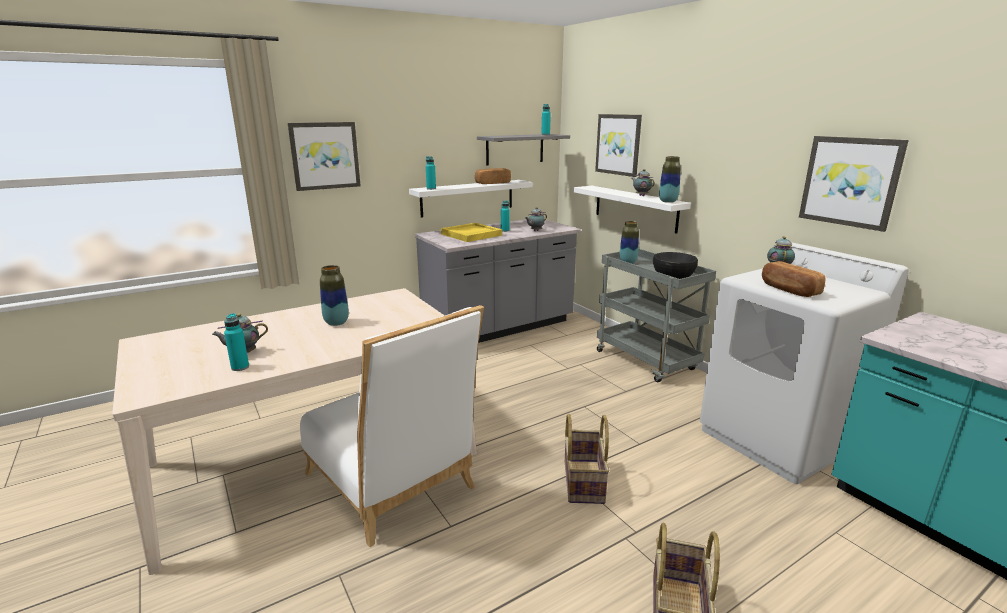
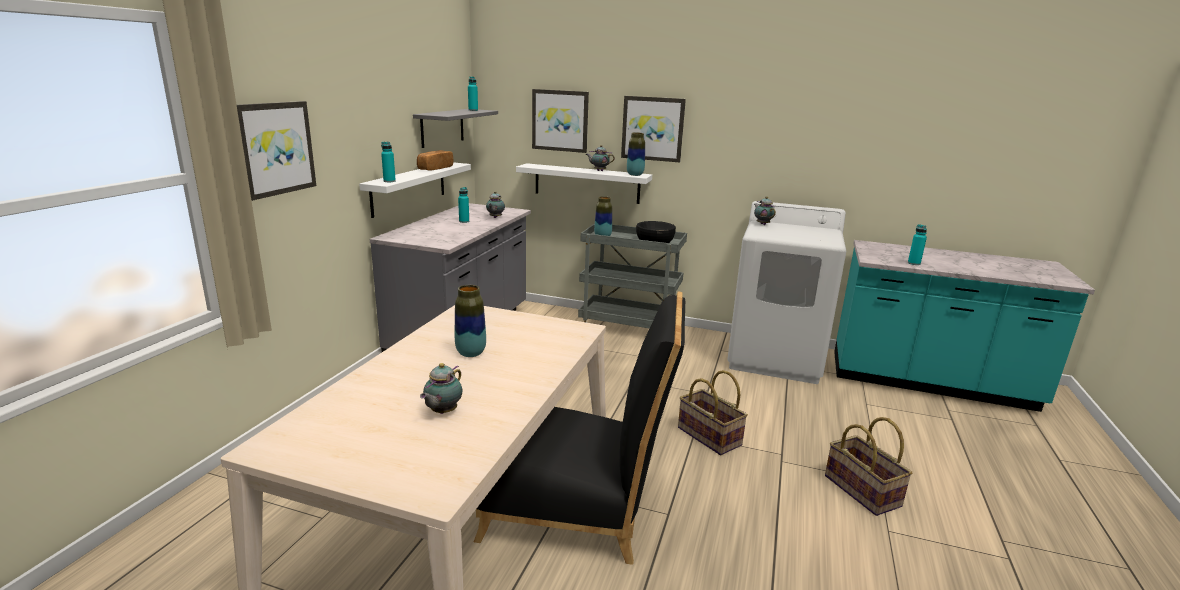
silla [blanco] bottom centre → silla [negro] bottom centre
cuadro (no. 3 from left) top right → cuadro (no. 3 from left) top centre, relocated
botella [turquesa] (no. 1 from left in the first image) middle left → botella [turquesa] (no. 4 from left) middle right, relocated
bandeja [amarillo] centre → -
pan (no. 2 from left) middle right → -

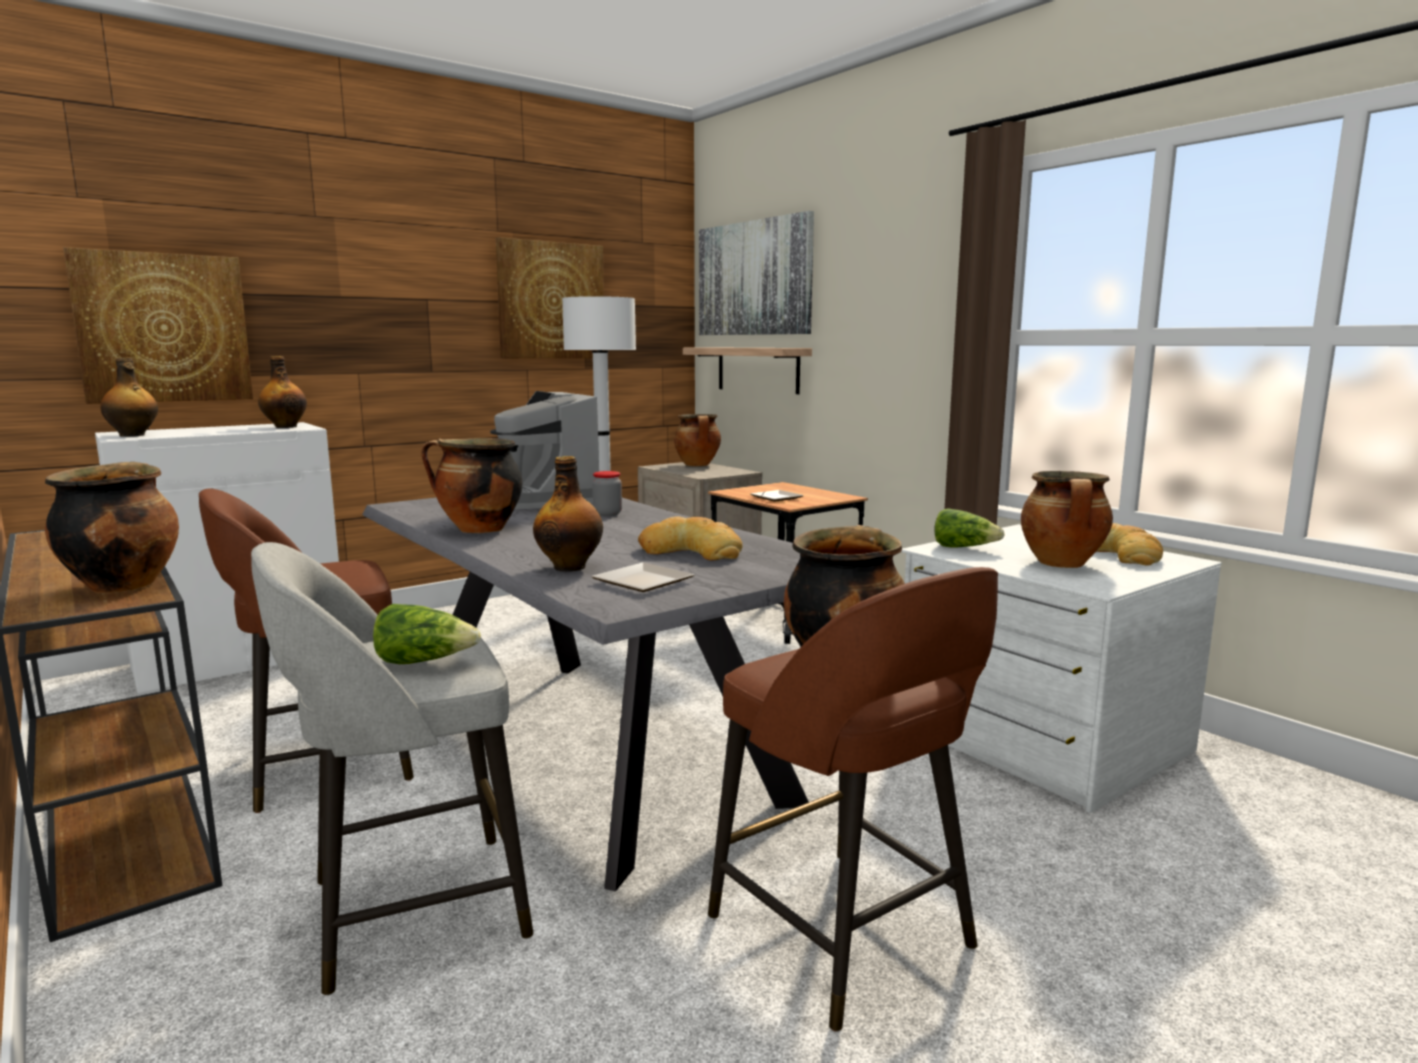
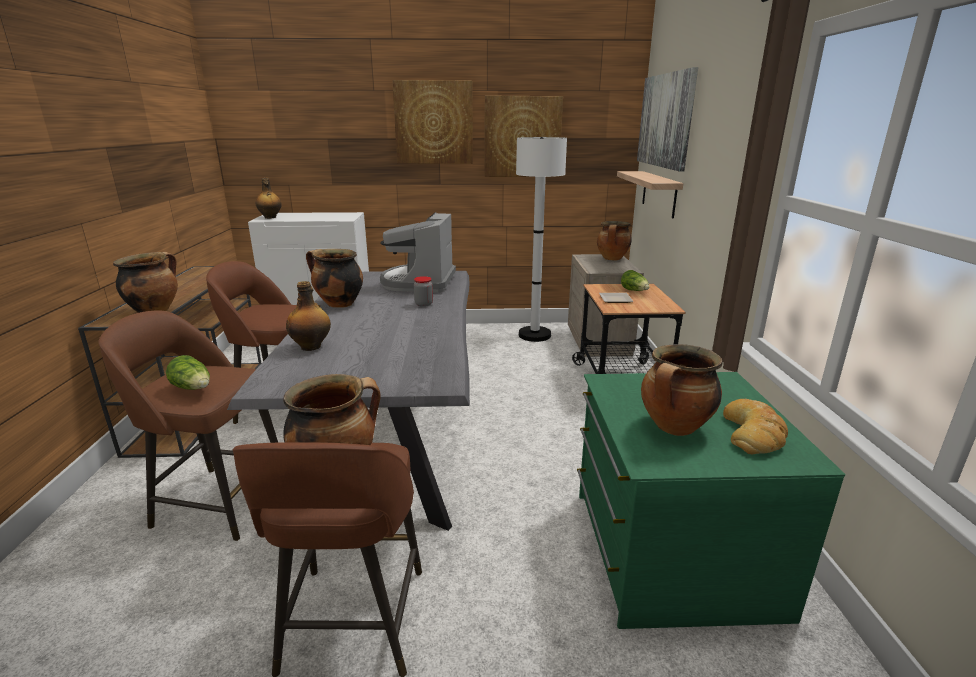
taburete [gris] bottom left → taburete [marrón] (no. 1 from left) middle left
cuadro (no. 1 from left) top left → cuadro (no. 1 from left) top centre, relocated
cómoda [blanco] middle right → cómoda [verde] bottom right
lechuga (no. 2 from left) middle right → lechuga (no. 2 from left) centre, relocated
botella (no. 2 from left) middle left → -
plato (no. 1 from left) centre → -
pan (no. 1 from left) centre → -

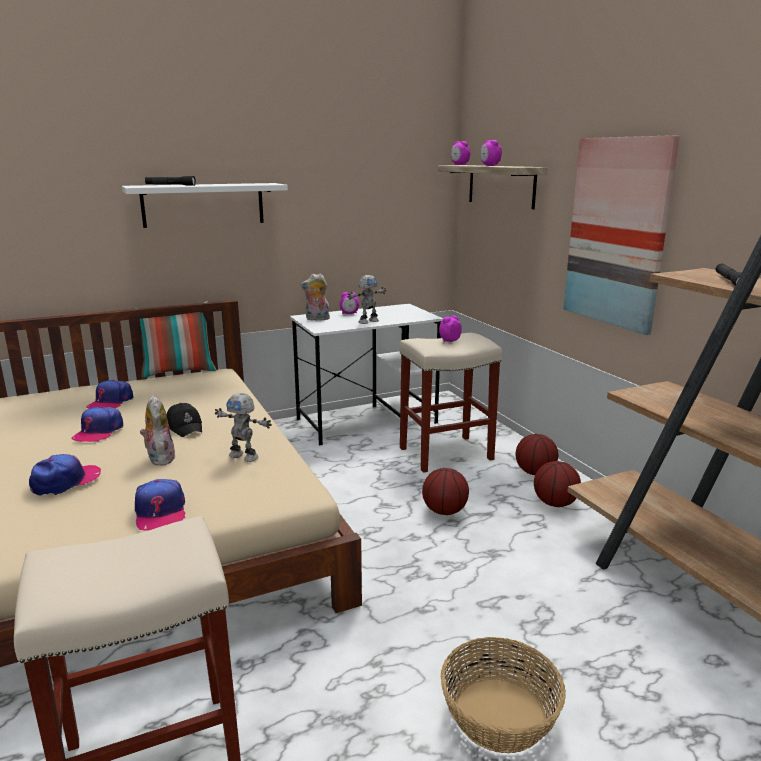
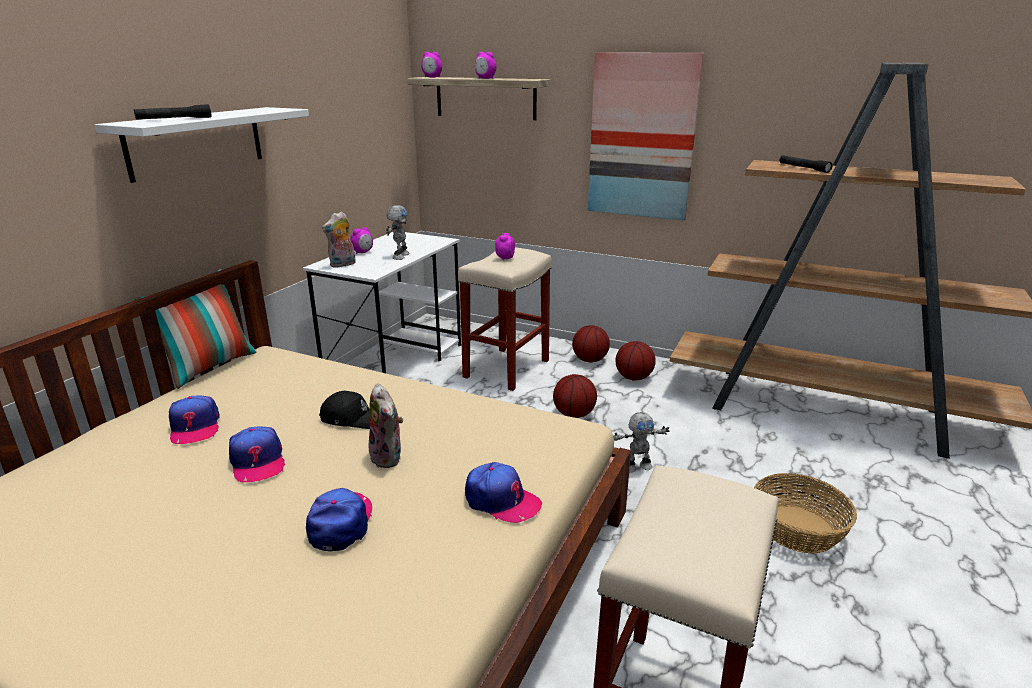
peluche (no. 1 from left in the first image) middle left → peluche (no. 2 from left) centre, 150 degrees counterclockwise
robot de juguete (no. 1 from left in the first image) middle left → robot de juguete (no. 2 from left) centre, relocated

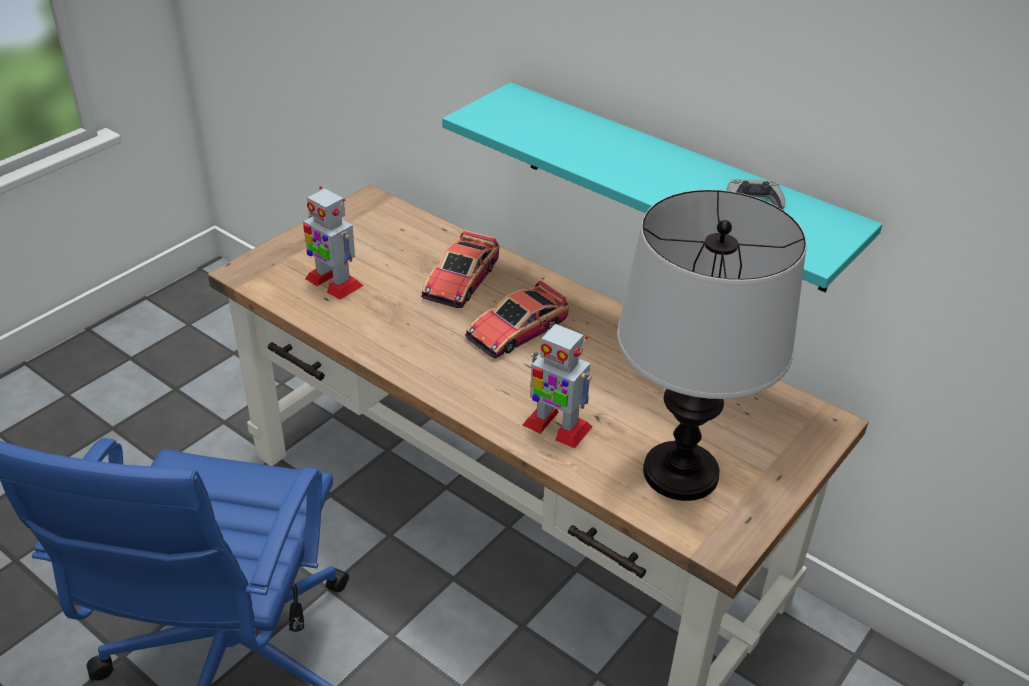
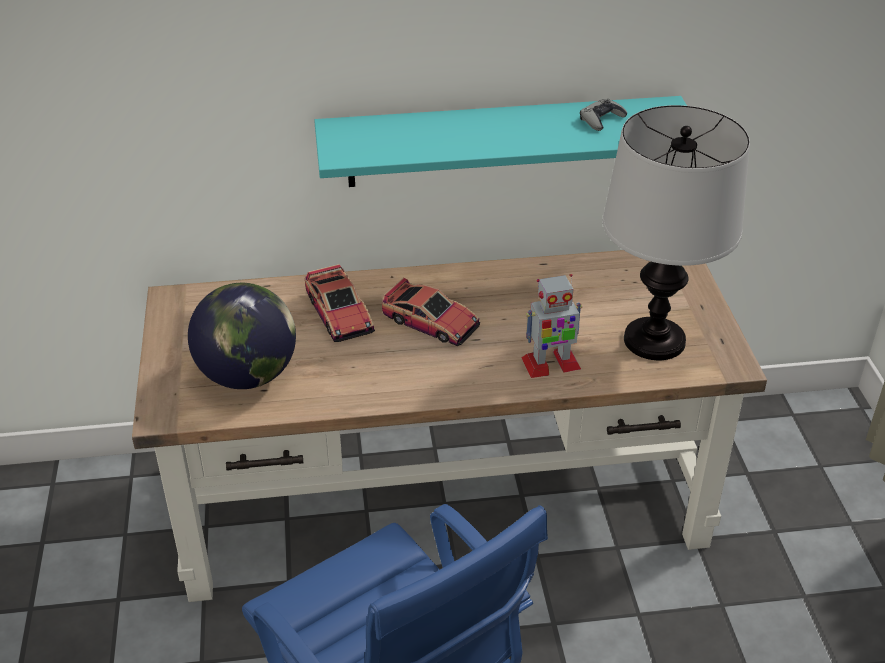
robot de juguete (no. 1 from left) middle left → globo terráqueo middle left
coche de juguete (no. 2 from left) centre, 60 degrees counterclockwise

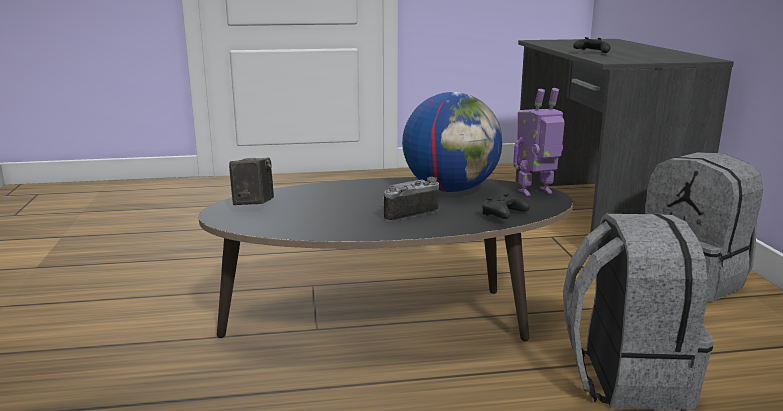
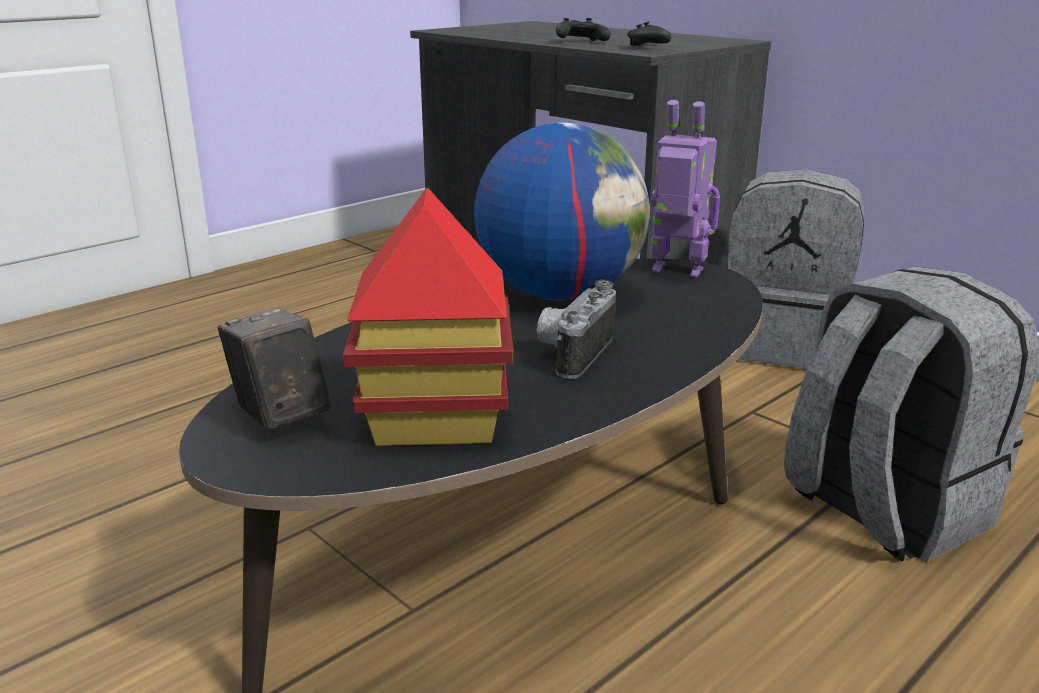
- → casita centre
mando de consola [negro] (no. 1 from left in the first image) centre → mando de consola [negro] (no. 2 from left) top centre, relocated
robot de juguete middle right → robot de juguete top centre, 75 degrees clockwise

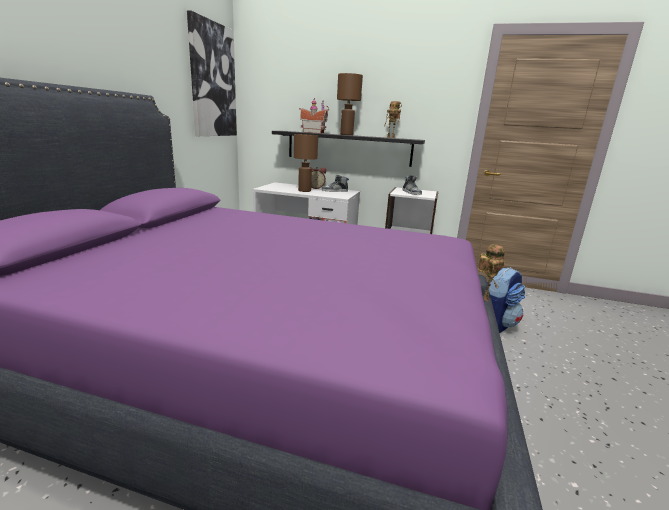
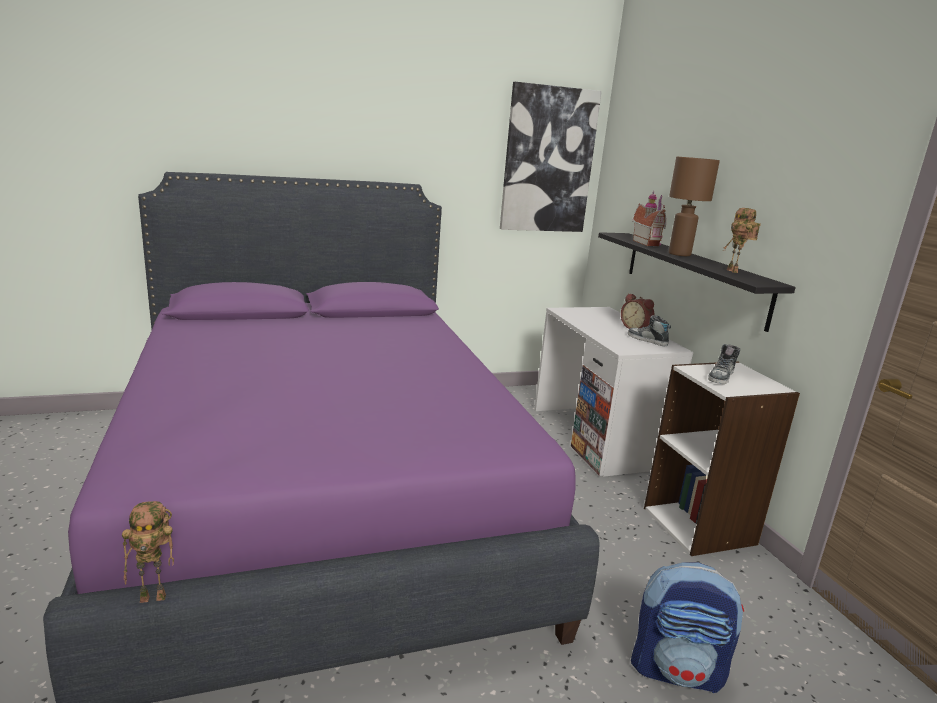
robot de juguete (no. 2 from left in the first image) middle right → robot de juguete (no. 1 from left) bottom left, relocated
lámpara de mesa [marrón] (no. 1 from left) top centre → -

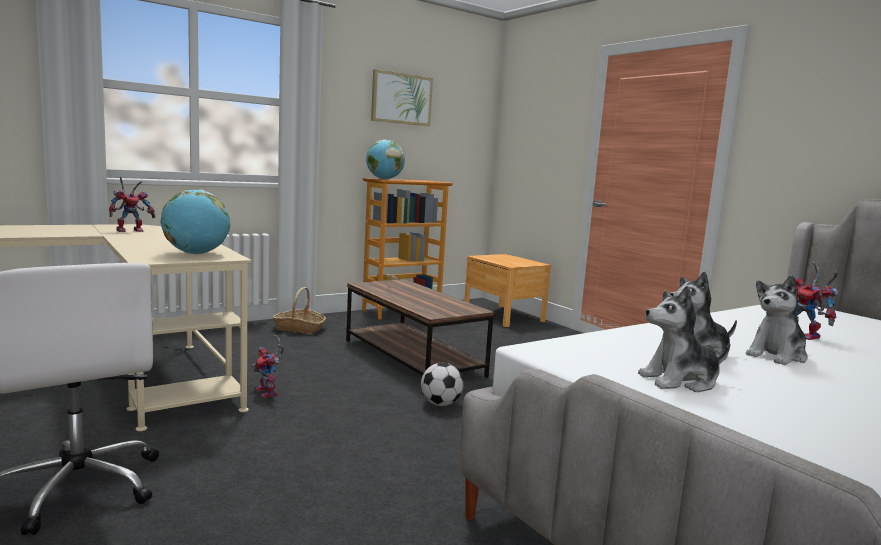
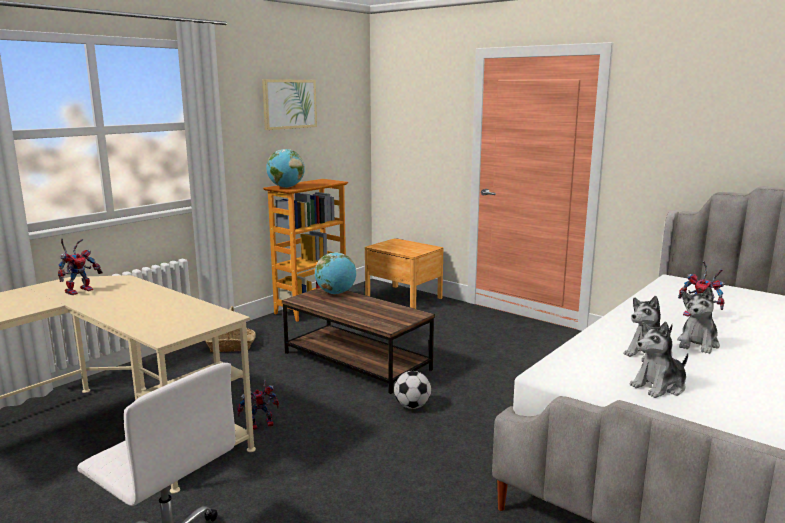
robot de juguete (no. 2 from left) bottom left, 120 degrees clockwise
globo terráqueo (no. 1 from left in the first image) middle left → globo terráqueo (no. 2 from left) centre, relocated

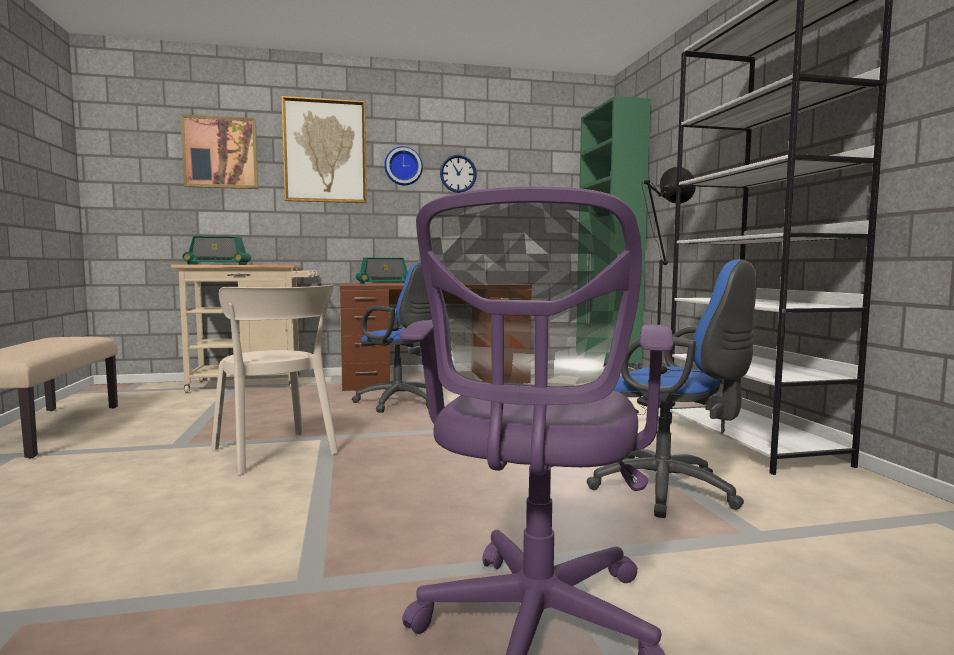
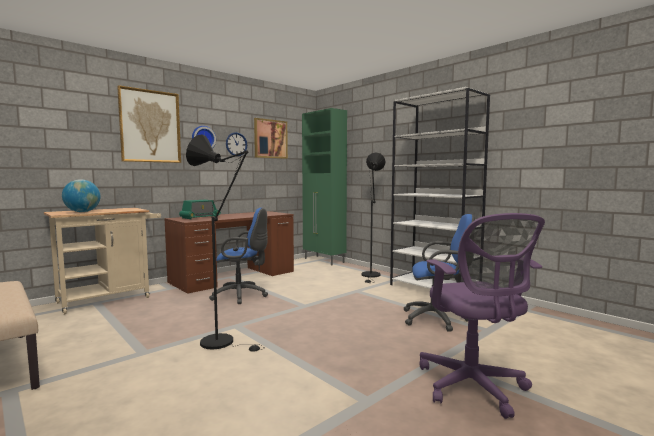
radio (no. 1 from left) middle left → globo terráqueo middle left
silla [beis] middle left → lámpara de pie [negro] (no. 1 from left) centre
cuadro (no. 1 from left in the first image) top left → cuadro (no. 2 from left) top centre, relocated

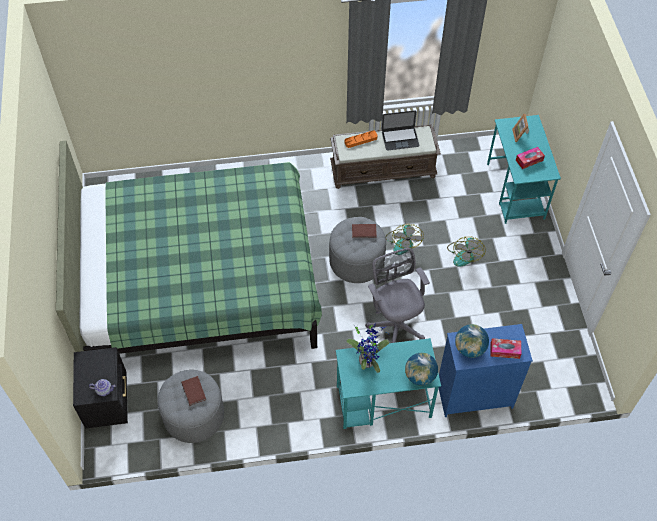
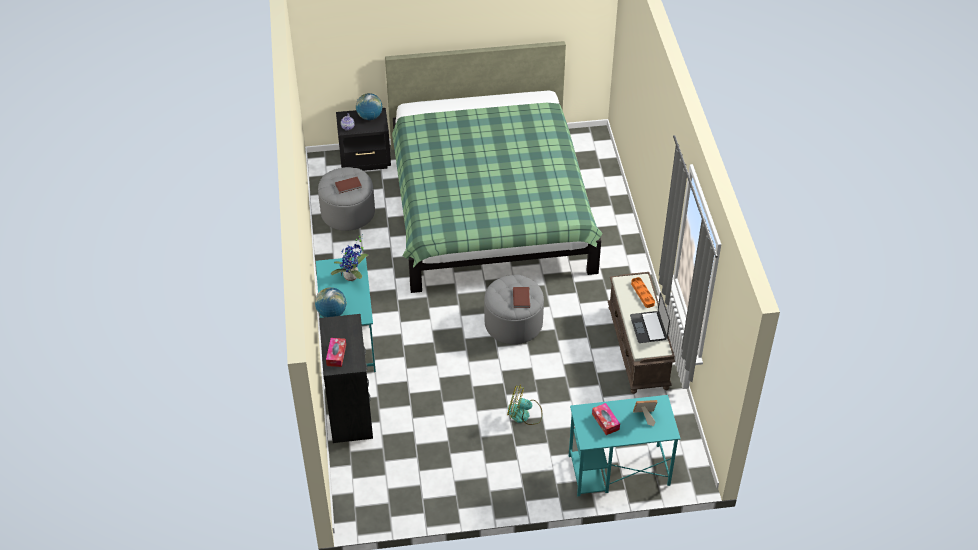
cómoda [azul] bottom right → cómoda [negro] bottom centre
globo terráqueo (no. 2 from left) middle right → globo terráqueo (no. 2 from left) top centre, relocated
silla de oficina [gris] centre → -
ventilador (no. 1 from left) centre → -

